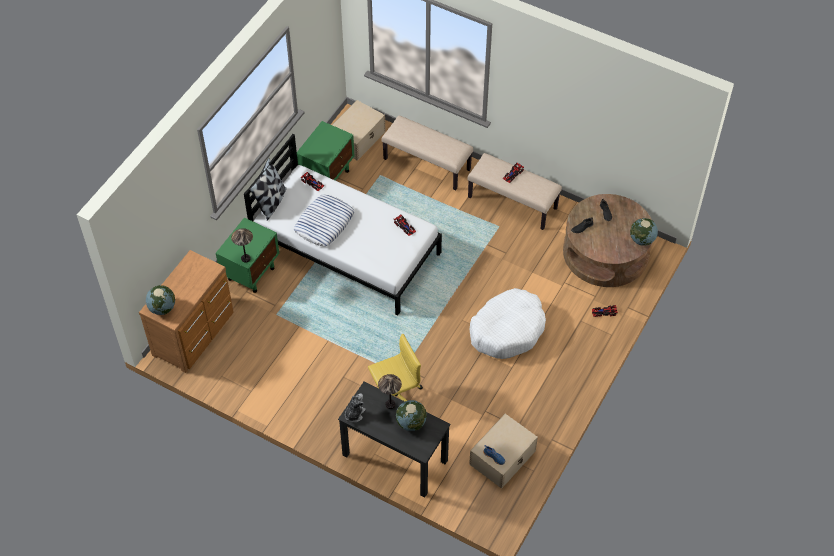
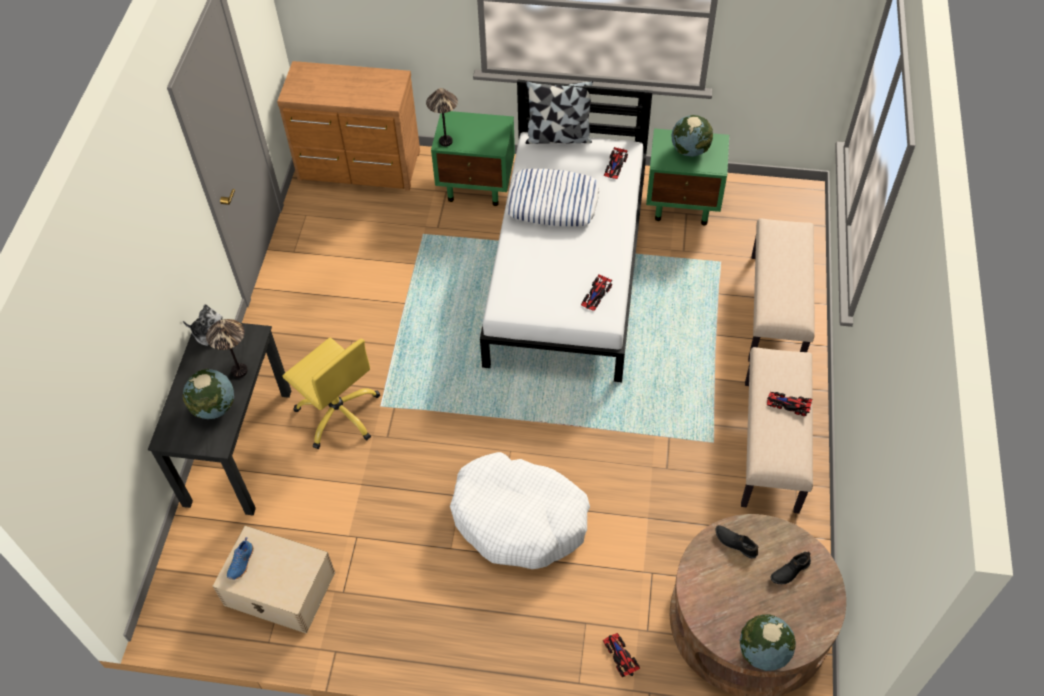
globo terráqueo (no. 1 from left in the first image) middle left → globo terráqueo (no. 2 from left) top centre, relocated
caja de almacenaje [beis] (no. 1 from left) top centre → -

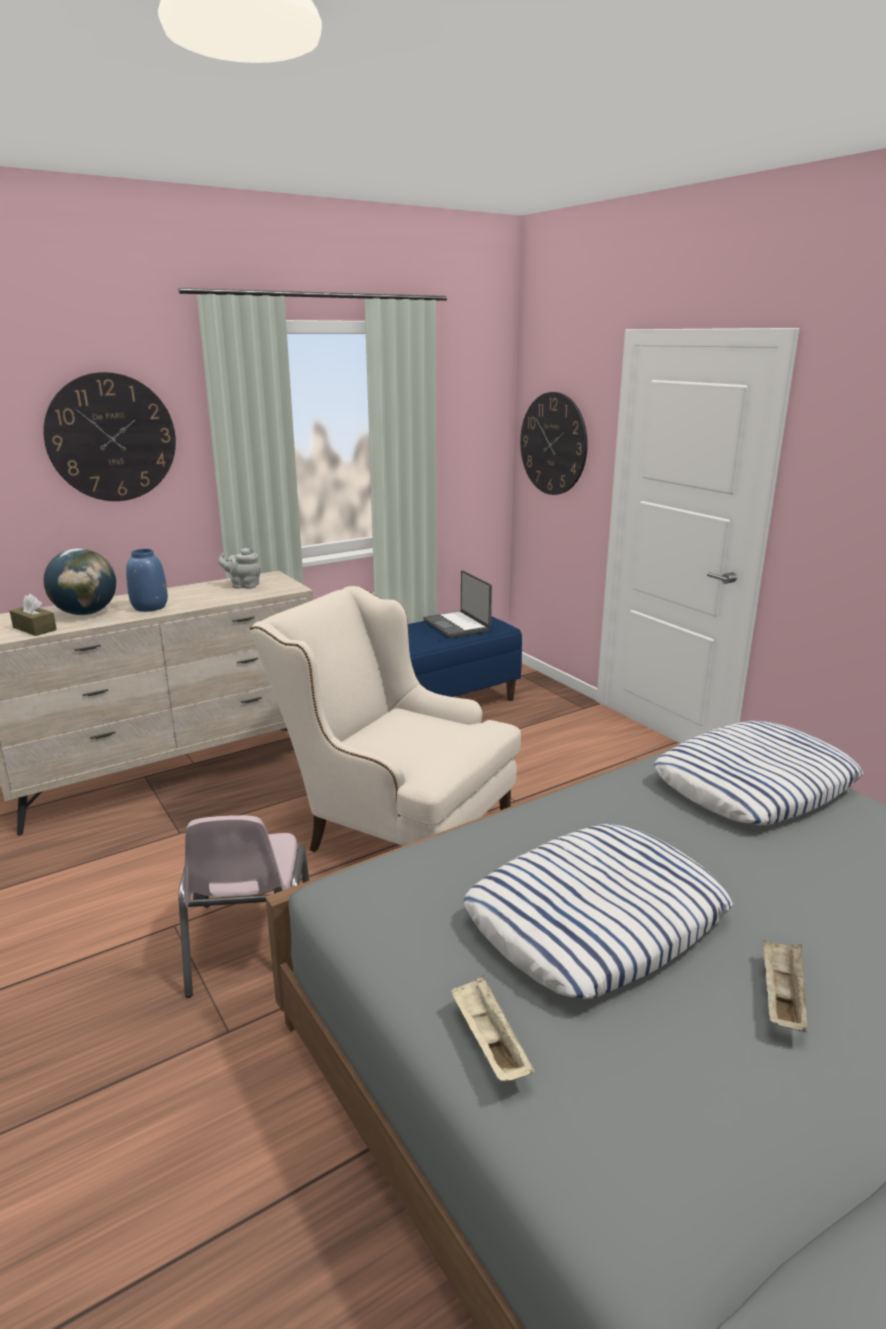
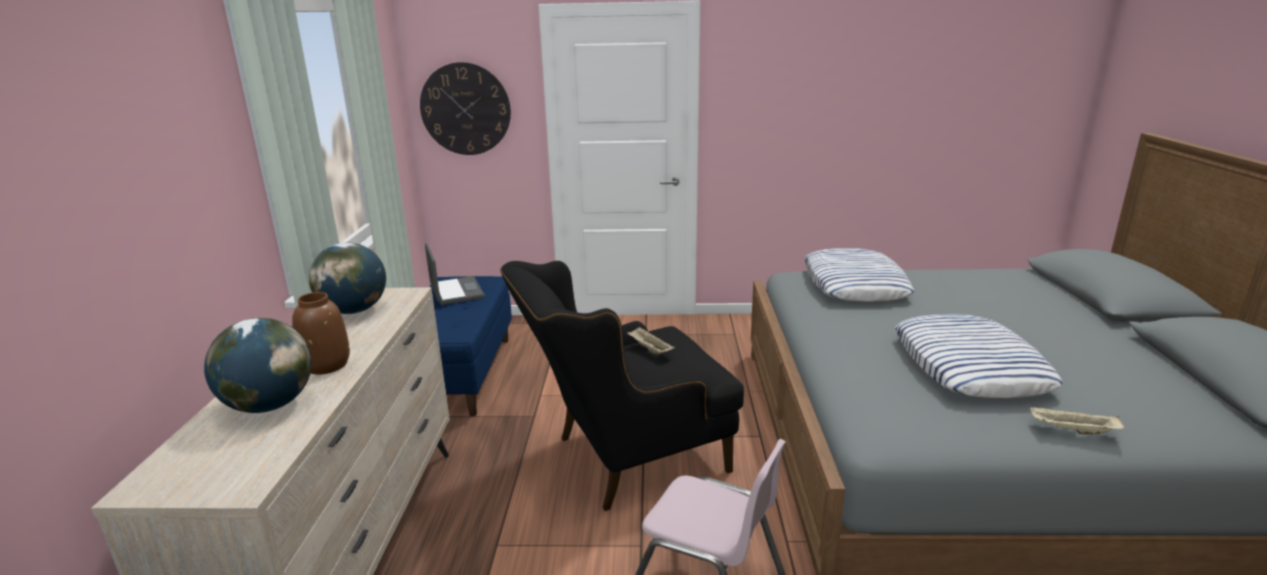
florero [azul] middle left → florero [marrón] middle left
tetera [gris] middle left → globo terráqueo (no. 2 from left) middle left
portátil centre, 120 degrees counterclockwise
sillón [beis] centre → sillón [negro] bottom centre
bandeja [beis] (no. 2 from left in the first image) bottom right → bandeja [beis] (no. 1 from left) centre, relocated
caja de pañuelos [marrón] middle left → -
reloj de pared (no. 1 from left) top left → -

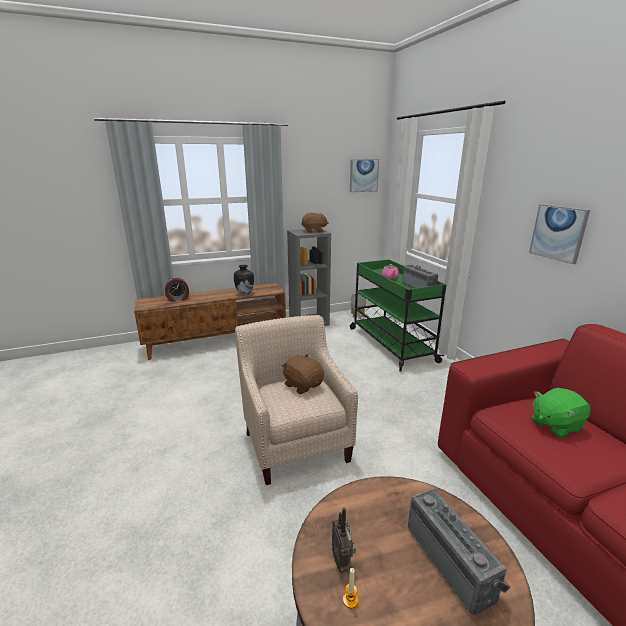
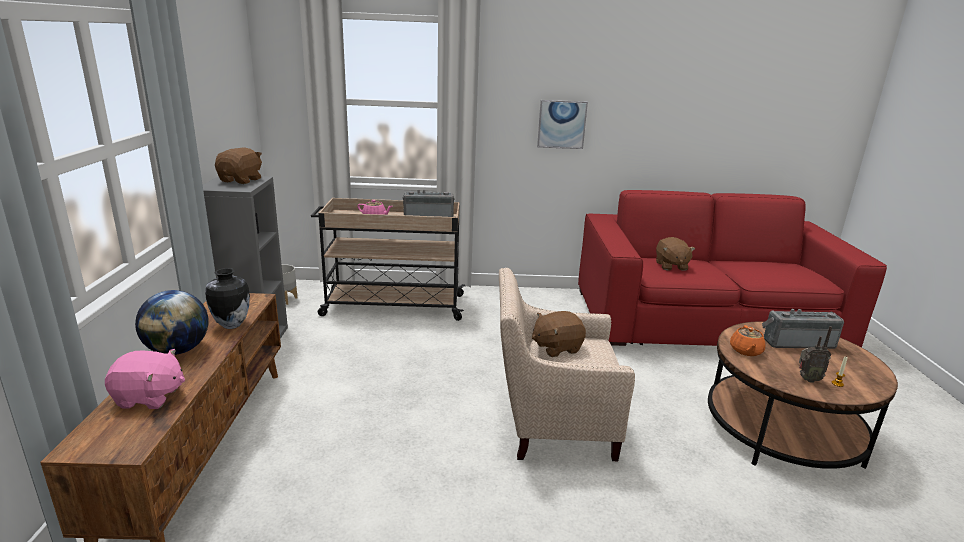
despertador middle left → peluche [rosa] bottom left
- → globo terráqueo middle left
carrito [verde] centre → carrito [beis] centre
peluche [verde] middle right → peluche [marrón] (no. 3 from left) middle right
- → tetera [naranja] middle right
cuadro (no. 1 from left) top centre → -

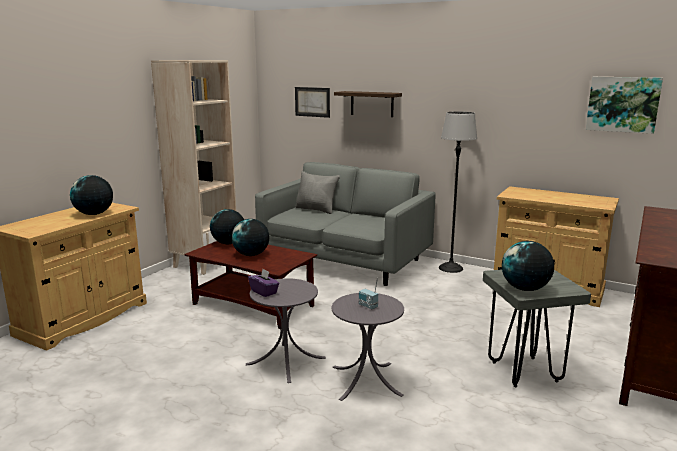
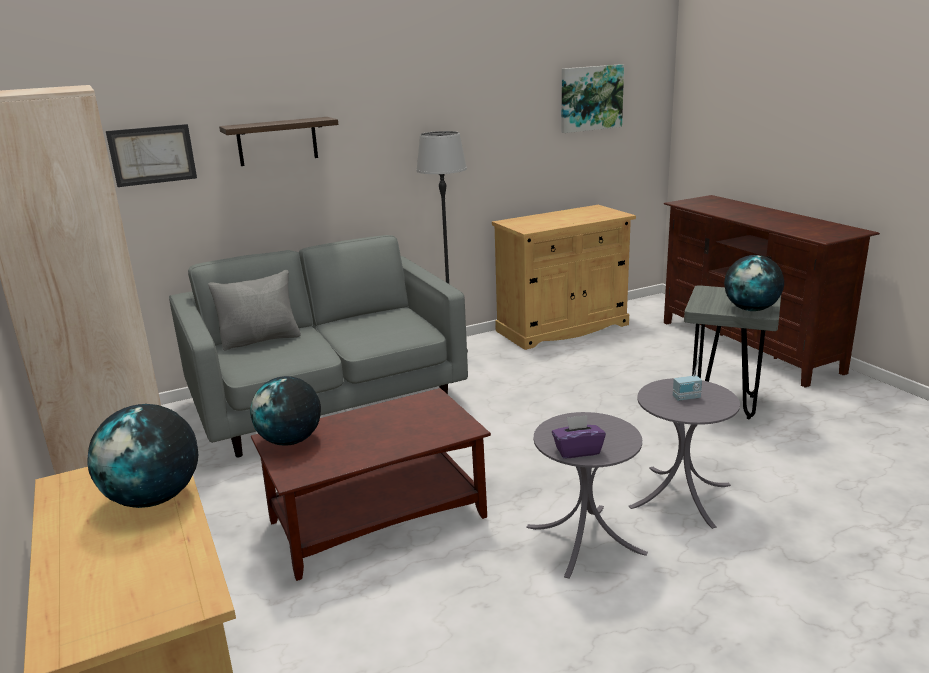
globo terráqueo (no. 3 from left) centre → -

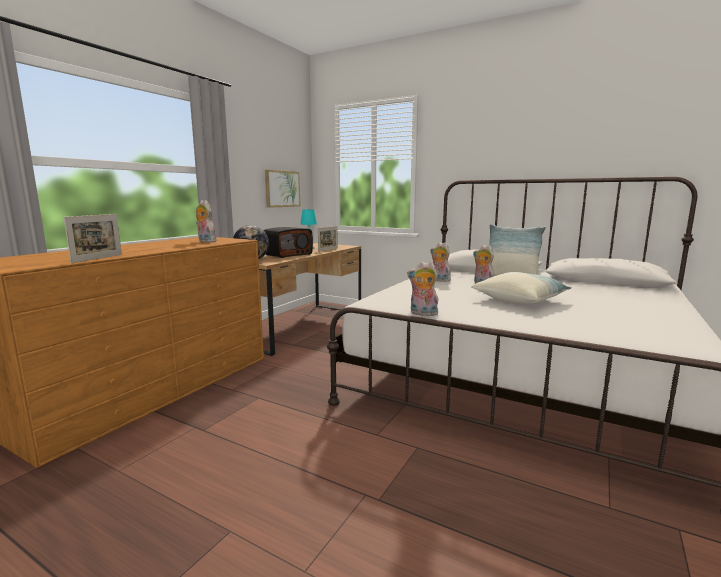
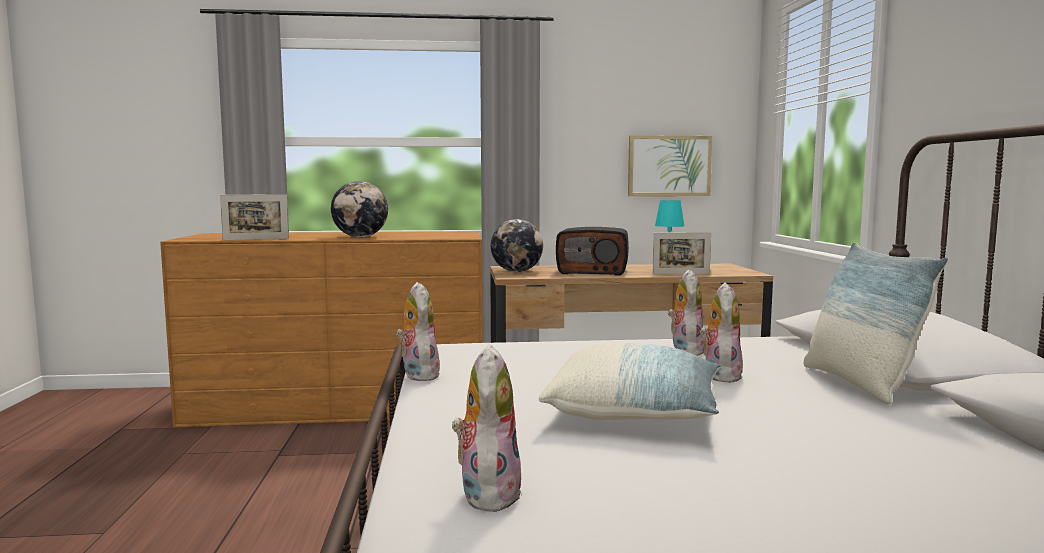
- → globo terráqueo (no. 1 from left) centre
peluche (no. 1 from left in the first image) middle left → peluche (no. 2 from left) bottom centre, relocated

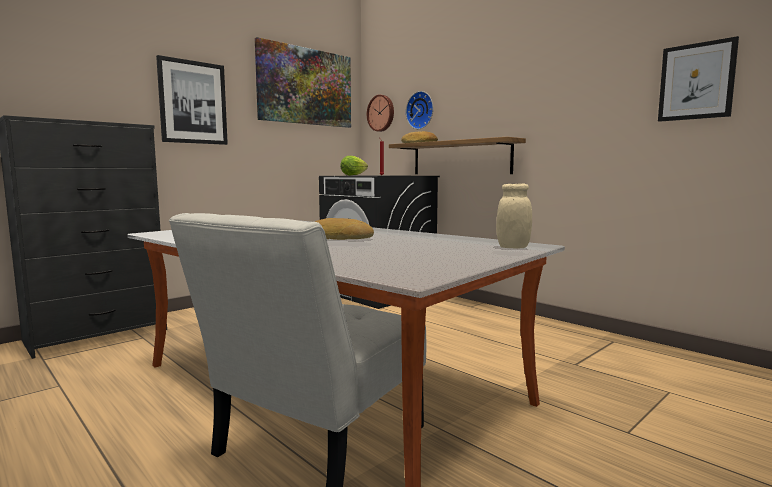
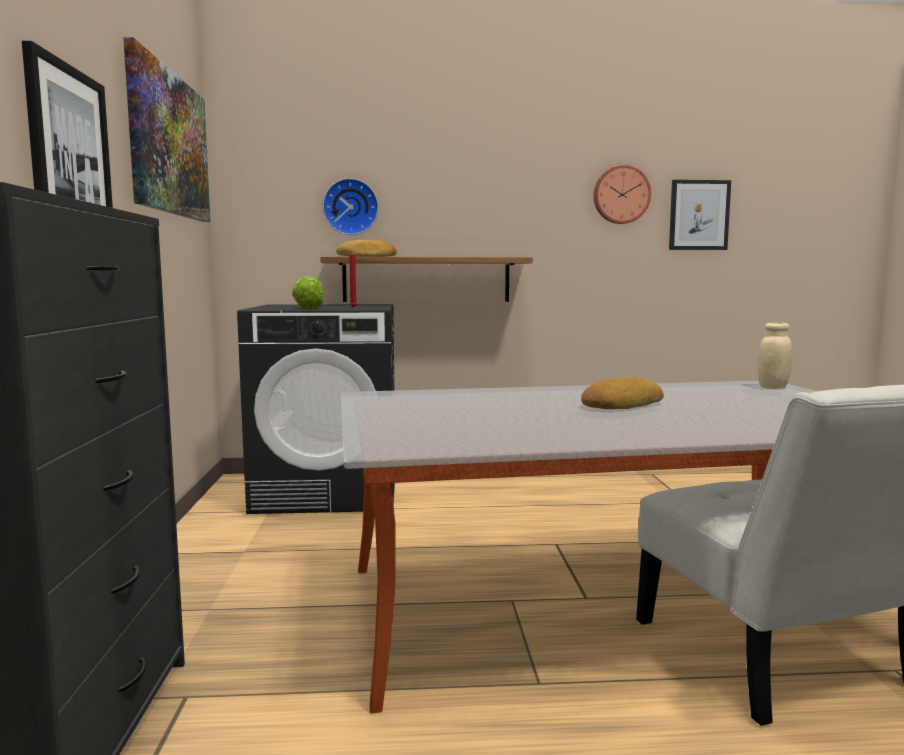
reloj de pared (no. 1 from left in the first image) top centre → reloj de pared (no. 2 from left) top right, relocated

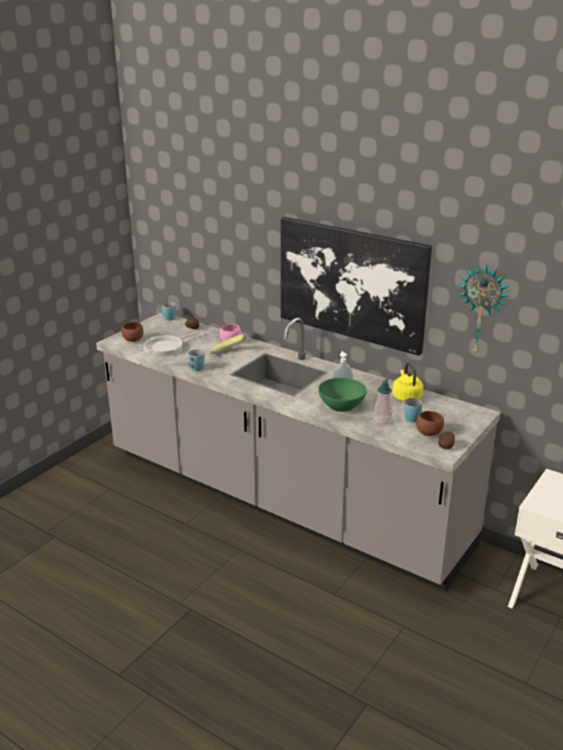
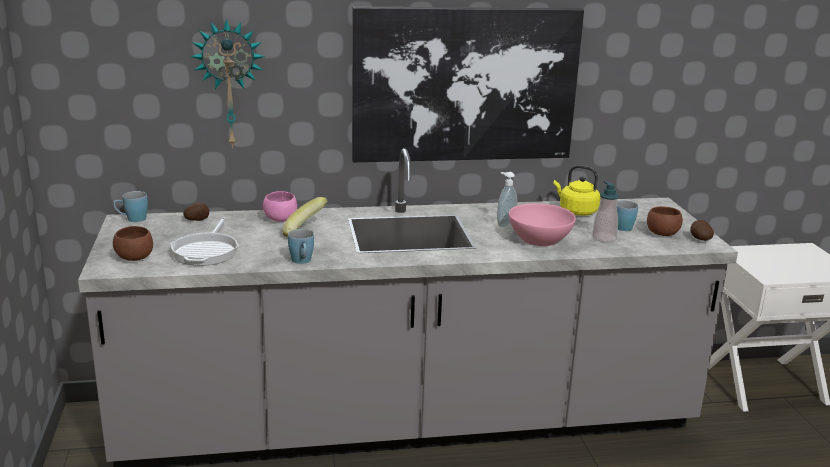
reloj de pared middle right → reloj de pared top left, relocated
cuenco [verde] centre → cuenco [rosa] (no. 2 from left) centre

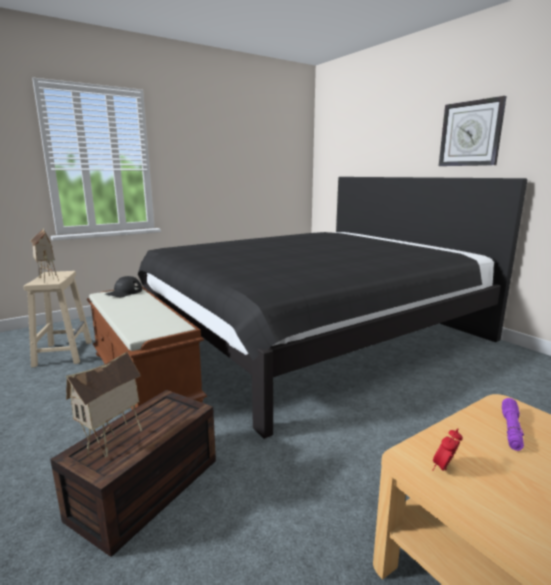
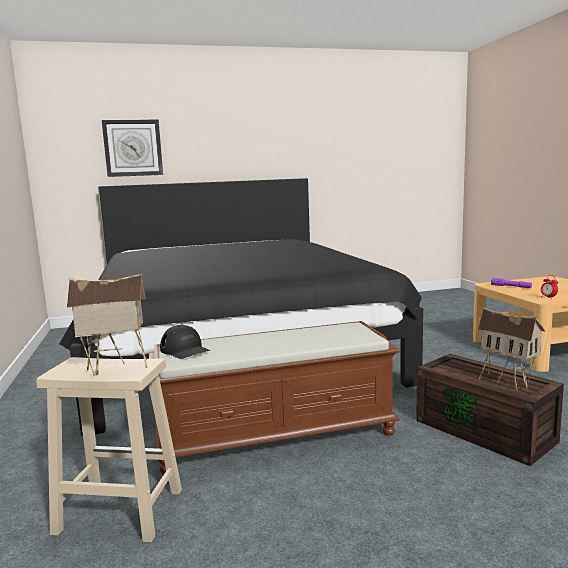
reloj de pared top right → reloj de pared top left, relocated

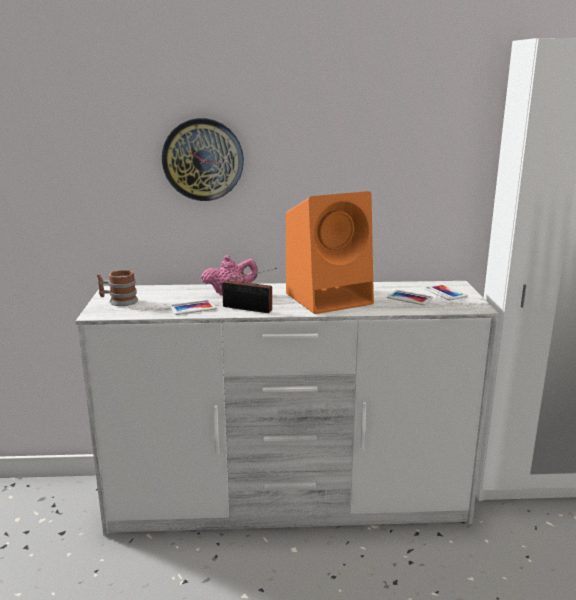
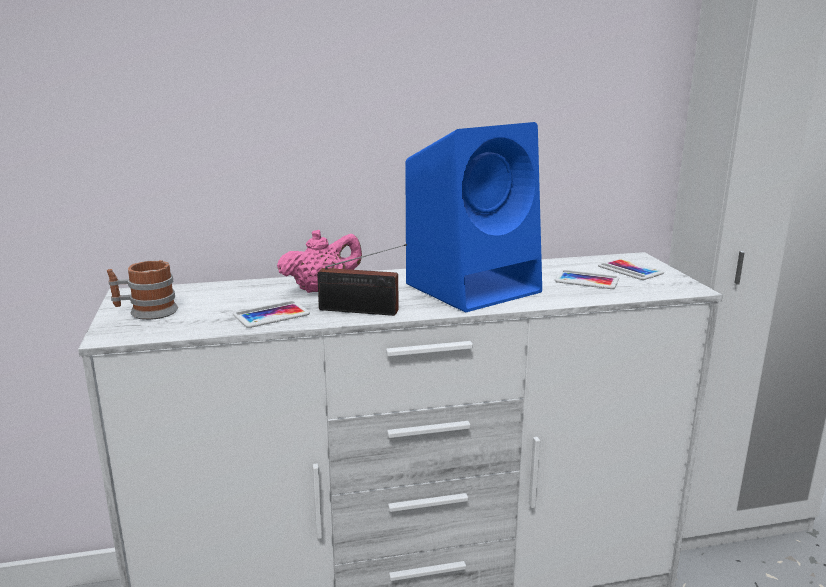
altavoz [naranja] centre → altavoz [azul] centre
reloj de pared top centre → -

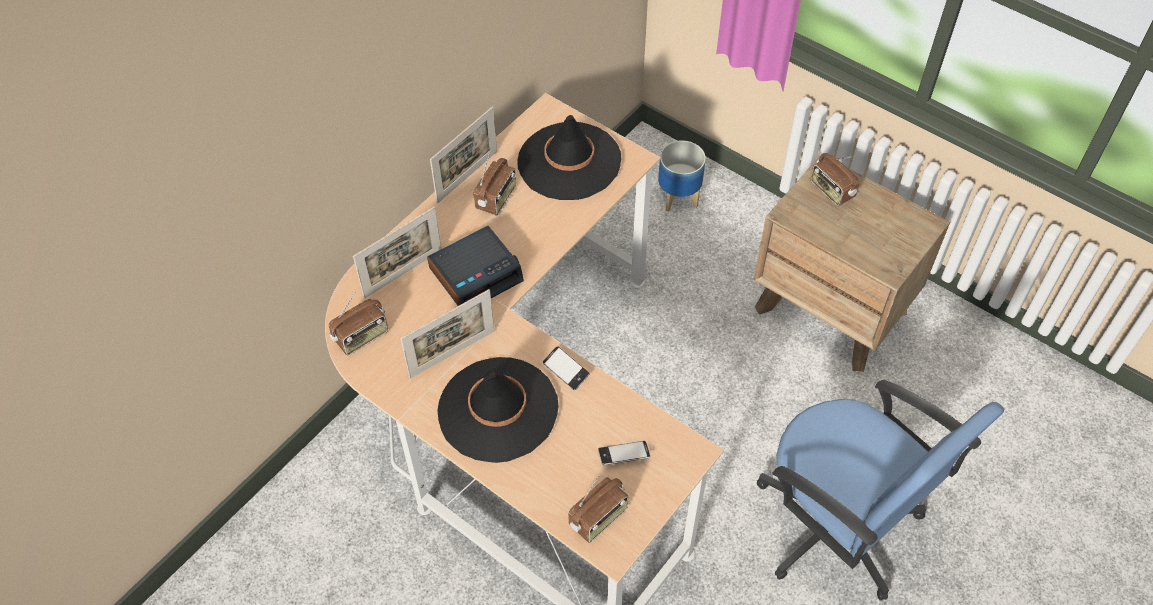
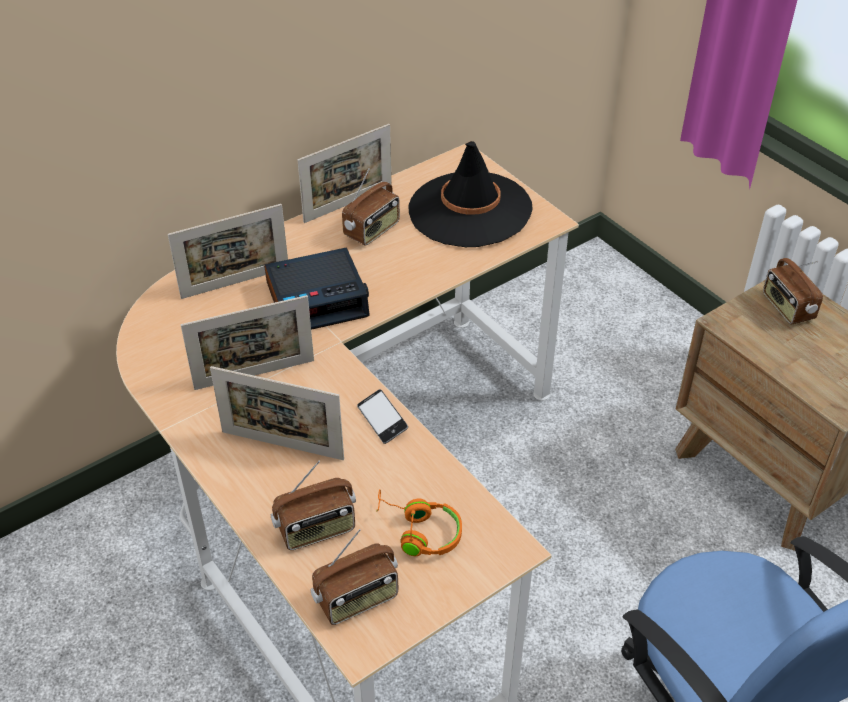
sombrero [negro] (no. 1 from left) bottom centre → portarretratos (no. 3 from left) middle left
radio (no. 1 from left) middle left → radio (no. 1 from left) bottom centre, relocated
móvil (no. 2 from left) bottom centre → auriculares [naranja] bottom centre
maceta top centre → -

